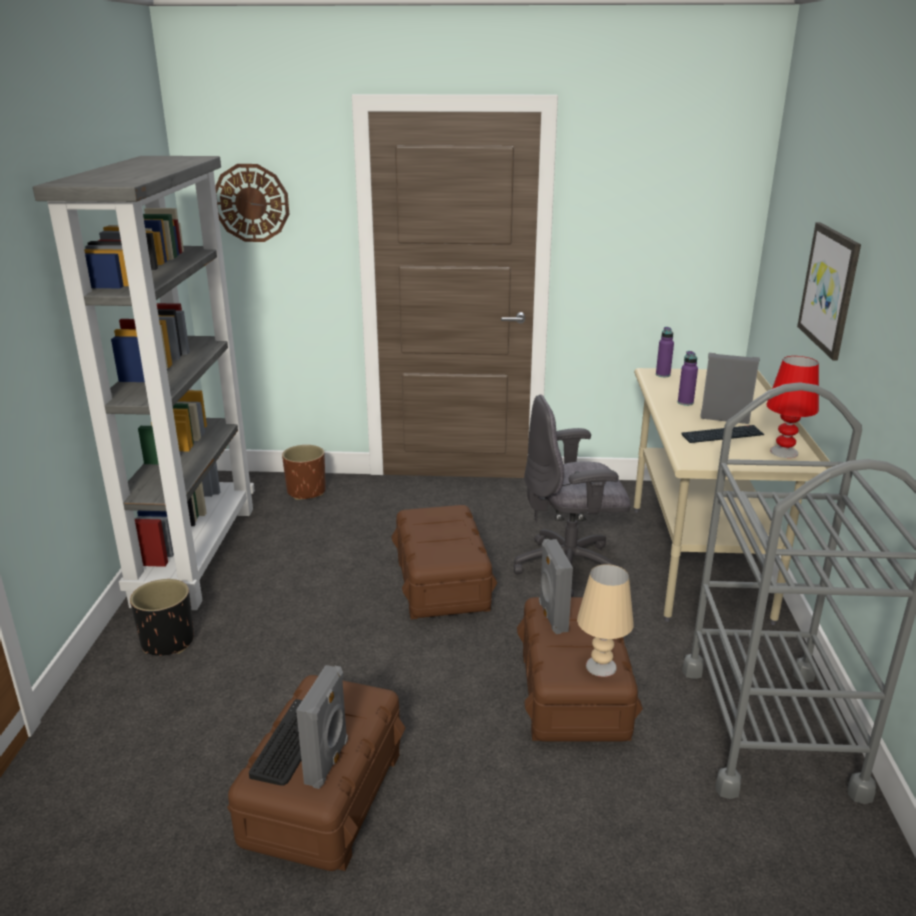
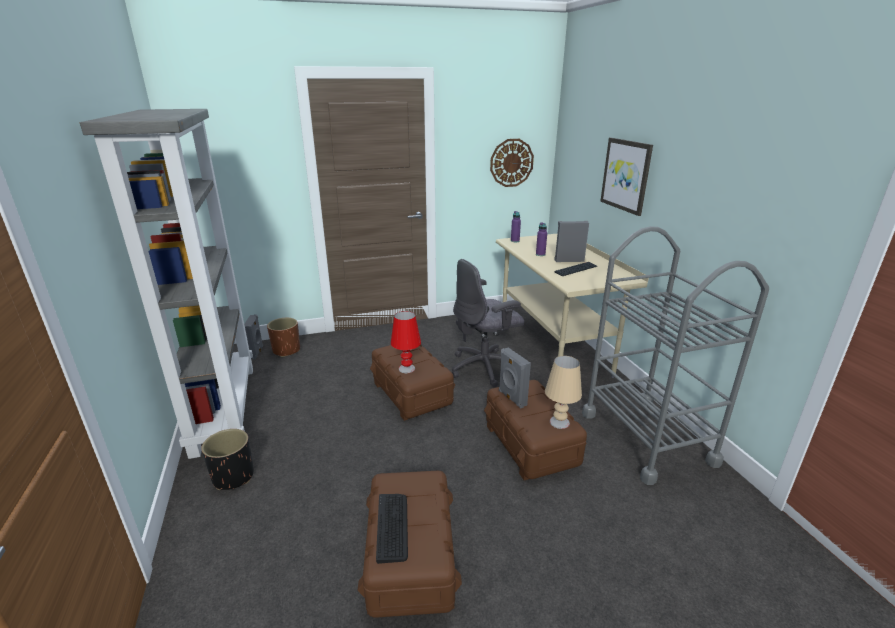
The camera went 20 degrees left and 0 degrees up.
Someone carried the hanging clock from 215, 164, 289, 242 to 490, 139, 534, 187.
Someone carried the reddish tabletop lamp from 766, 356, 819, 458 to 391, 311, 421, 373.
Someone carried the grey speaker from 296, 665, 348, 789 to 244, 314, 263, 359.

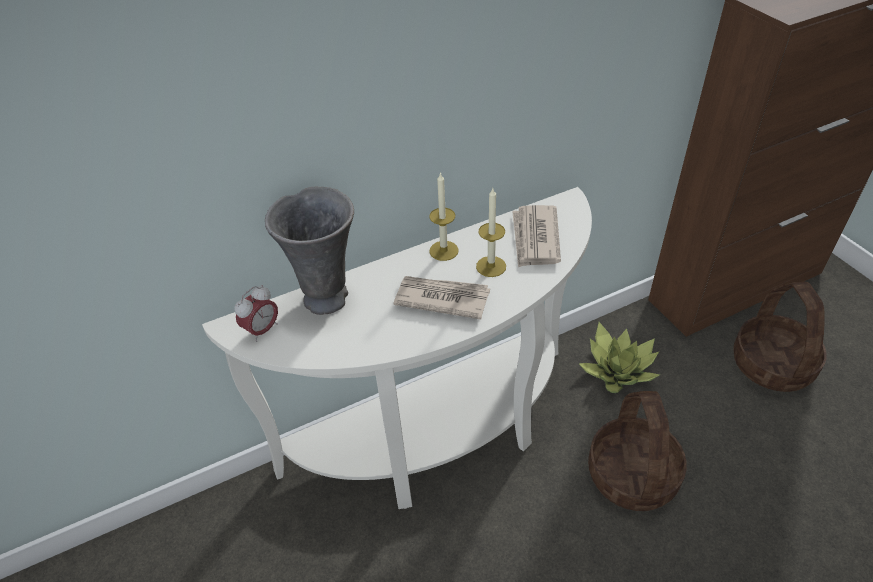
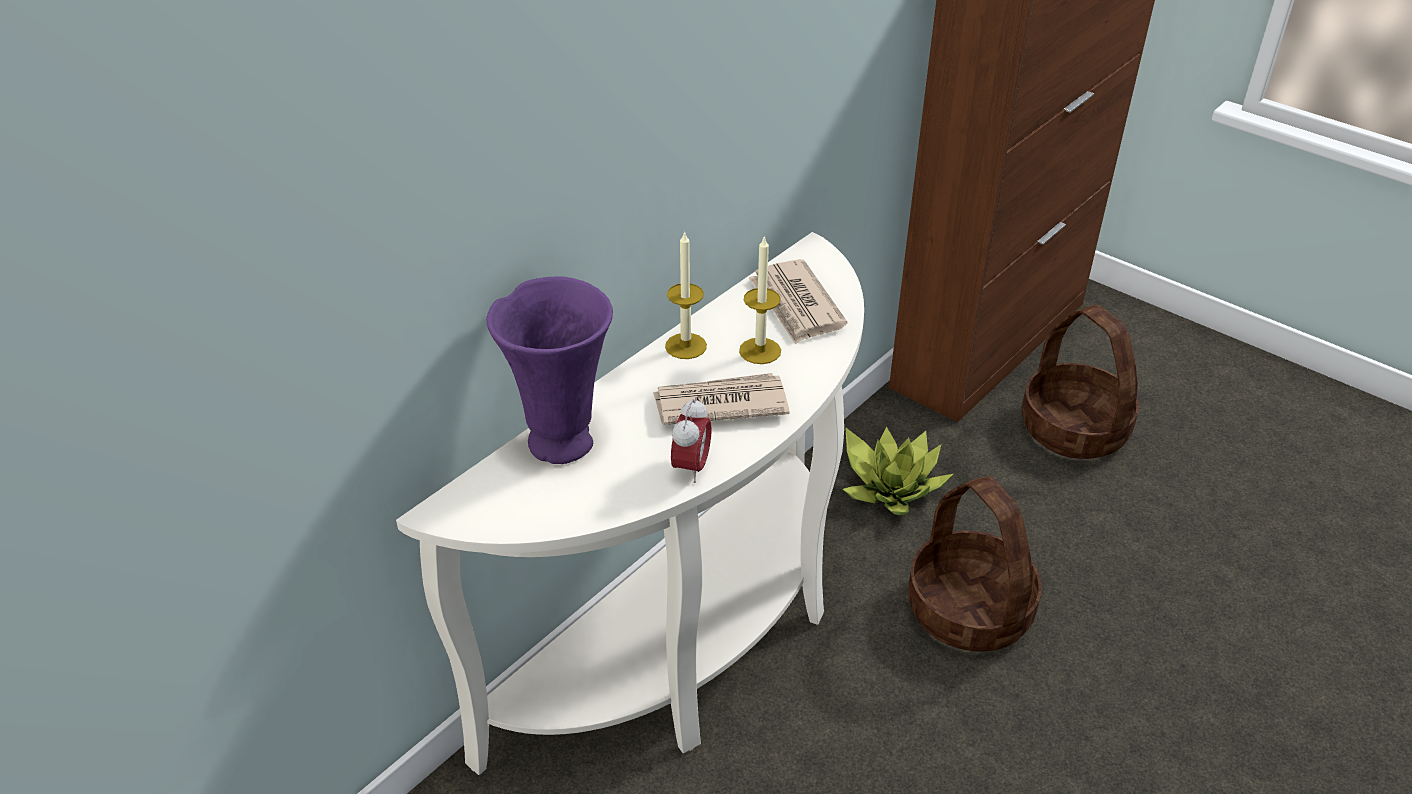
The camera went 25 degrees left and 5 degrees down.
Someone repainted the grey flower vase at 265, 187, 354, 315, which became the purple-coloured flower vase at 486, 276, 613, 464.
Someone carried the alarm clock from 234, 285, 278, 342 to 671, 397, 712, 483.

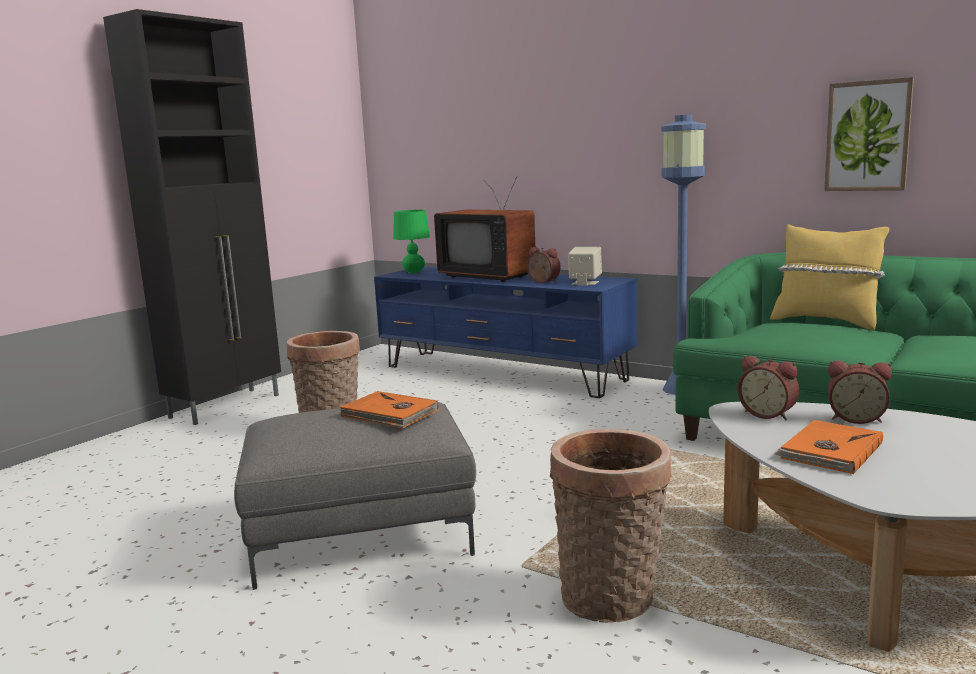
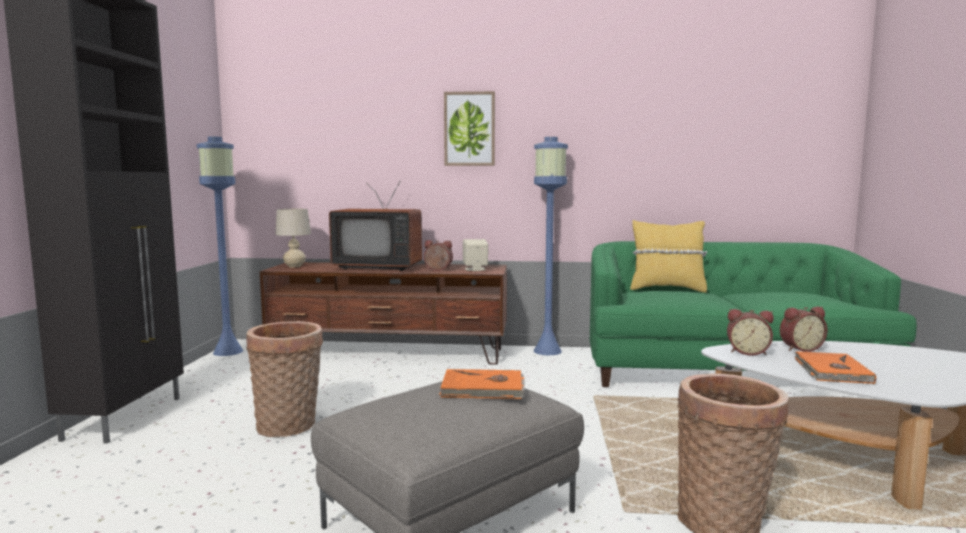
The camera went 30 degrees left and 5 degrees down.
Someone carried the wall art from 824, 77, 914, 191 to 444, 91, 495, 166.
Someone repainted the green tabletop lamp at 393, 210, 430, 273, which became the sand-coloured tabletop lamp at 275, 209, 311, 268.
Someone repainted the blue tv stand at 374, 267, 637, 398, which became the brownish tv stand at 260, 262, 507, 365.
Someone put down the blue floor lamp at 197, 137, 243, 356.

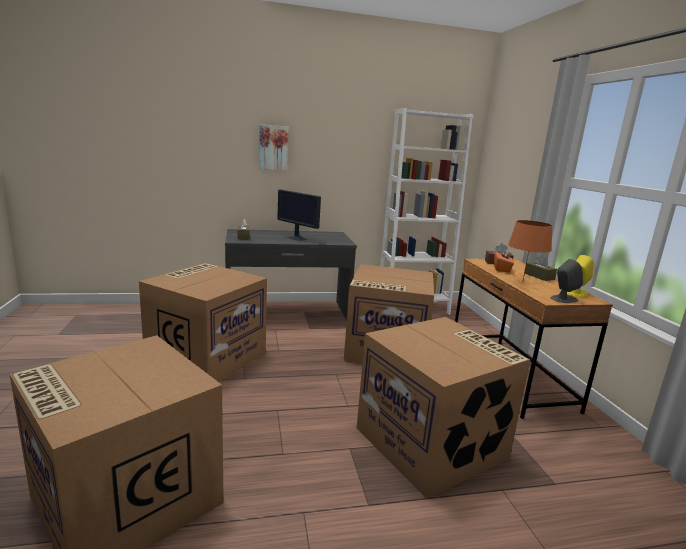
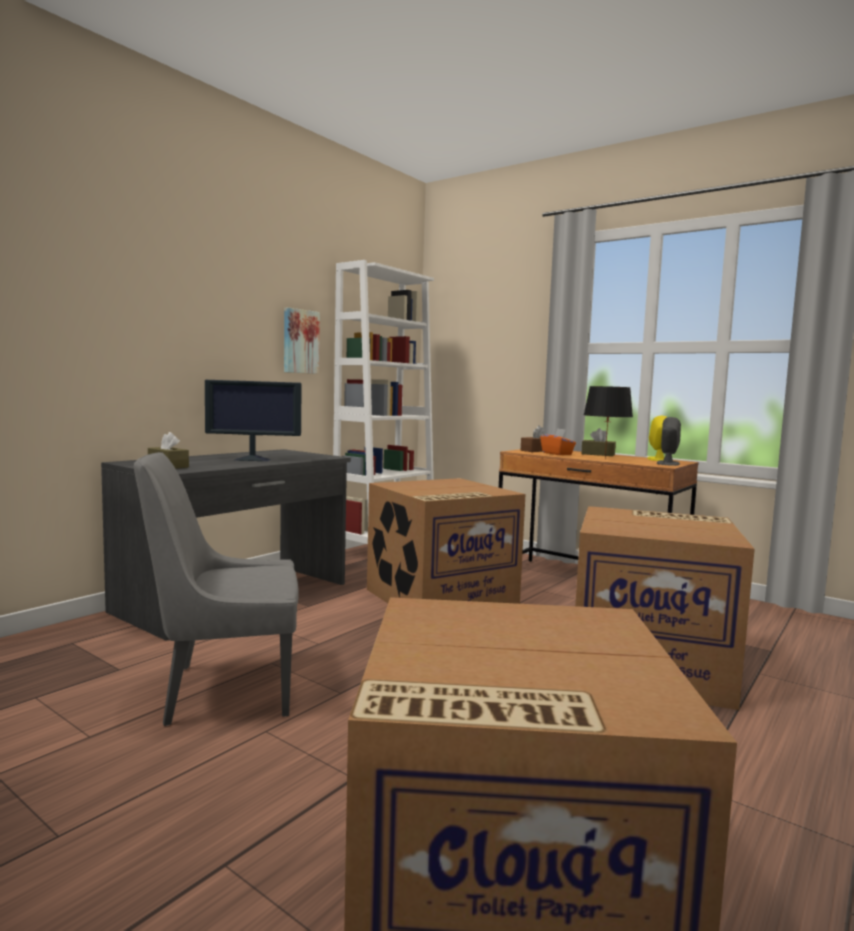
The camera went 40 degrees left and 10 degrees down.
Someone carried the wall art from 259, 124, 289, 170 to 284, 307, 320, 374.
Someone repainted the orange tabletop lamp at 508, 220, 553, 283, which became the black tabletop lamp at 584, 386, 633, 459.
Someone swapped the packing box at 139, 263, 267, 382 for the grey chair at 134, 452, 299, 726.

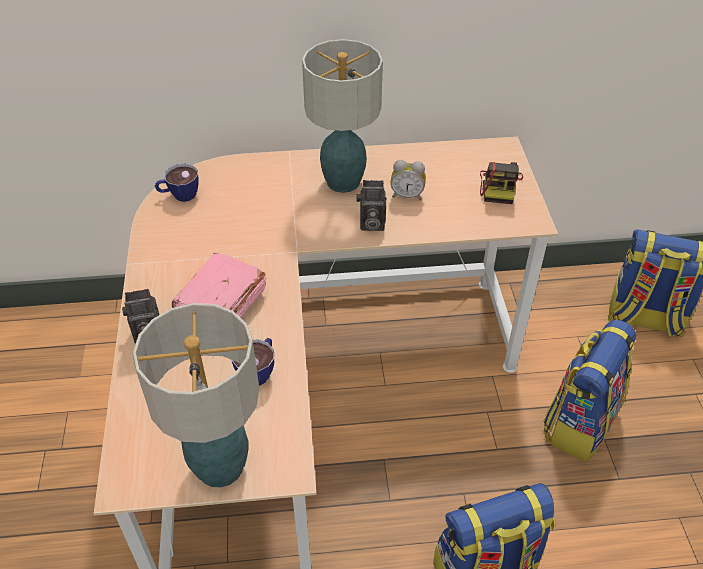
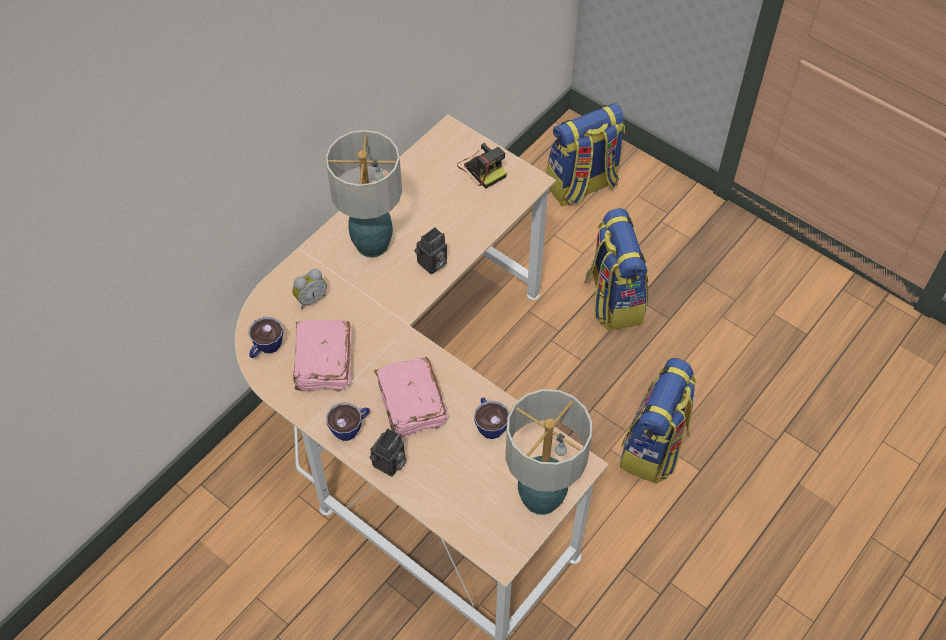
The camera went 45 degrees left and 10 degrees up.
Someone carried the alarm clock from 391, 160, 426, 201 to 292, 269, 327, 309.
Someone put down the pink-coloured book at 293, 320, 352, 391.
Someone put down the cup at 326, 402, 370, 441.

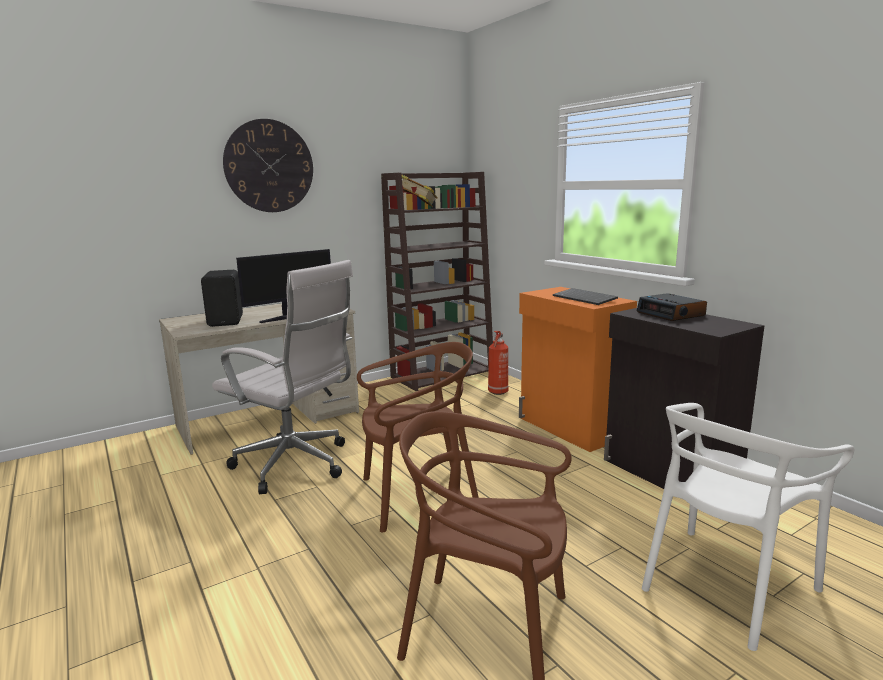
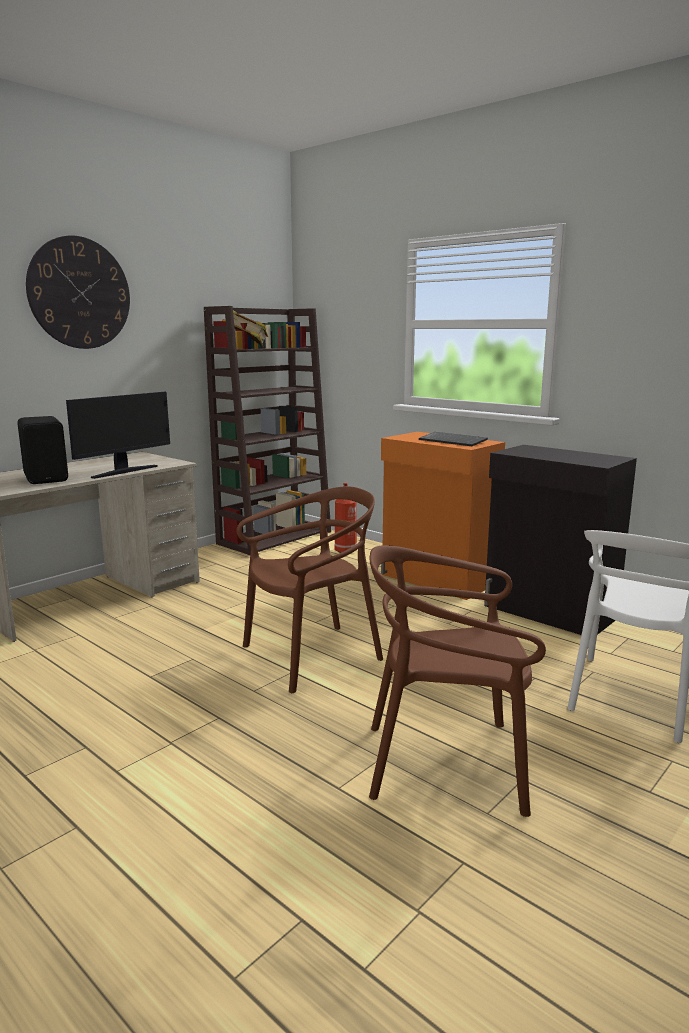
The camera went 15 degrees left and 0 degrees up.
Someone took away the white-coloured desk chair at 212, 260, 353, 494.
Someone took away the alarm clock at 637, 293, 707, 321.

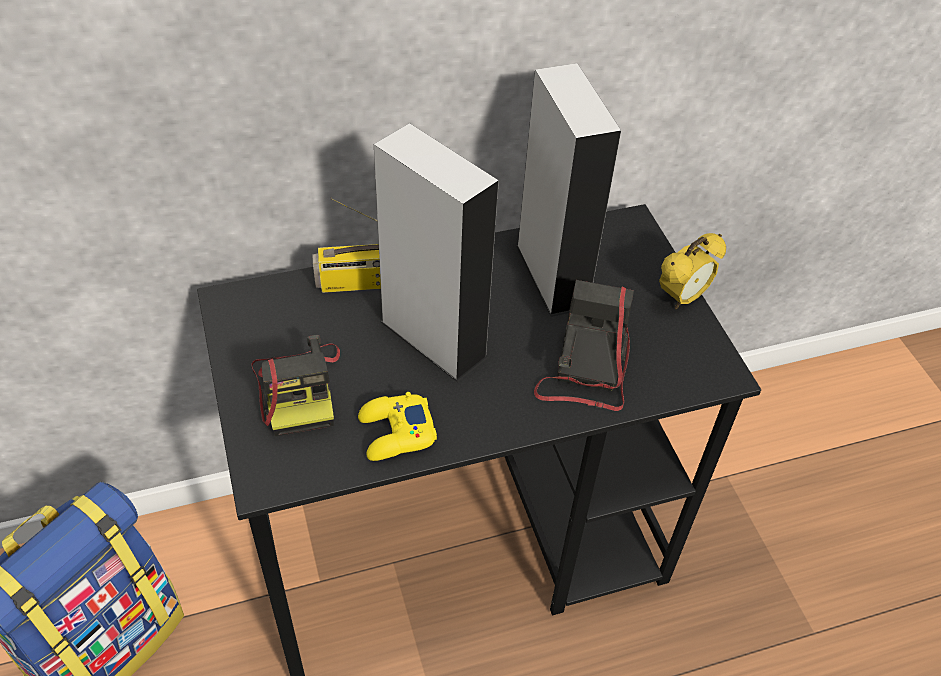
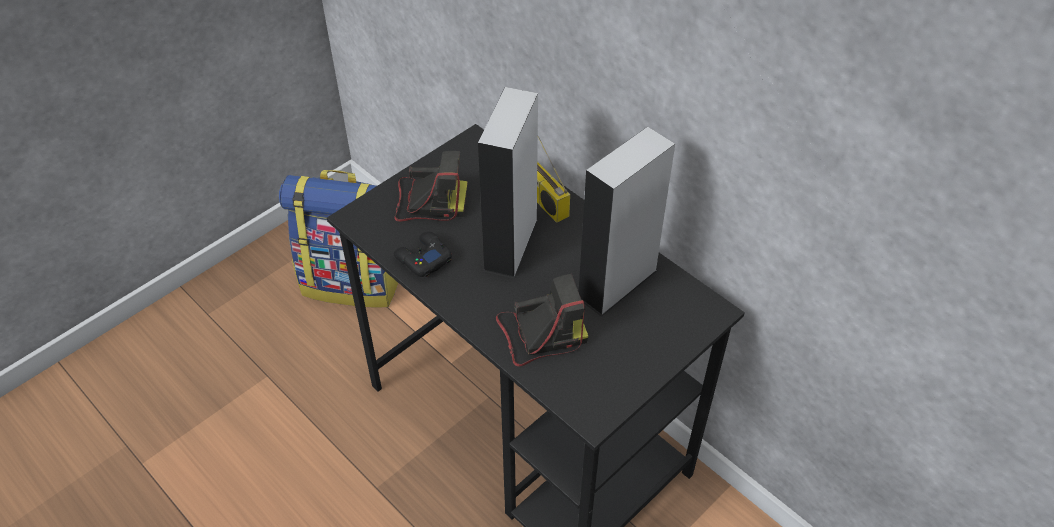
The camera went 65 degrees right and 0 degrees up.
Someone took away the alarm clock at 659, 233, 726, 309.
Someone rotated the still camera at 251, 335, 340, 437 by 135 degrees counterclockwise.
Someone repainted the yellow-coloured joypad at 358, 392, 437, 461, which became the black joypad at 394, 232, 452, 277.

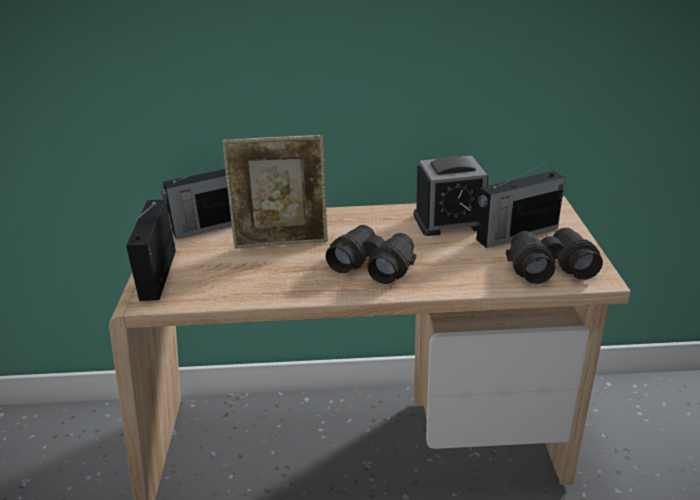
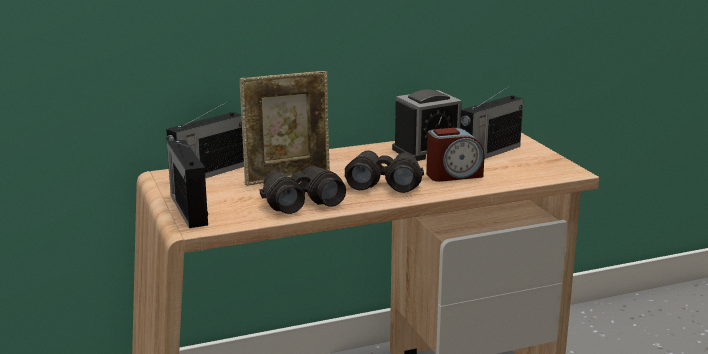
The camera went 20 degrees left and 10 degrees down.
Someone carried the black field glasses from 506, 228, 603, 284 to 260, 166, 346, 214.
Someone put down the alarm clock at 426, 128, 484, 182.

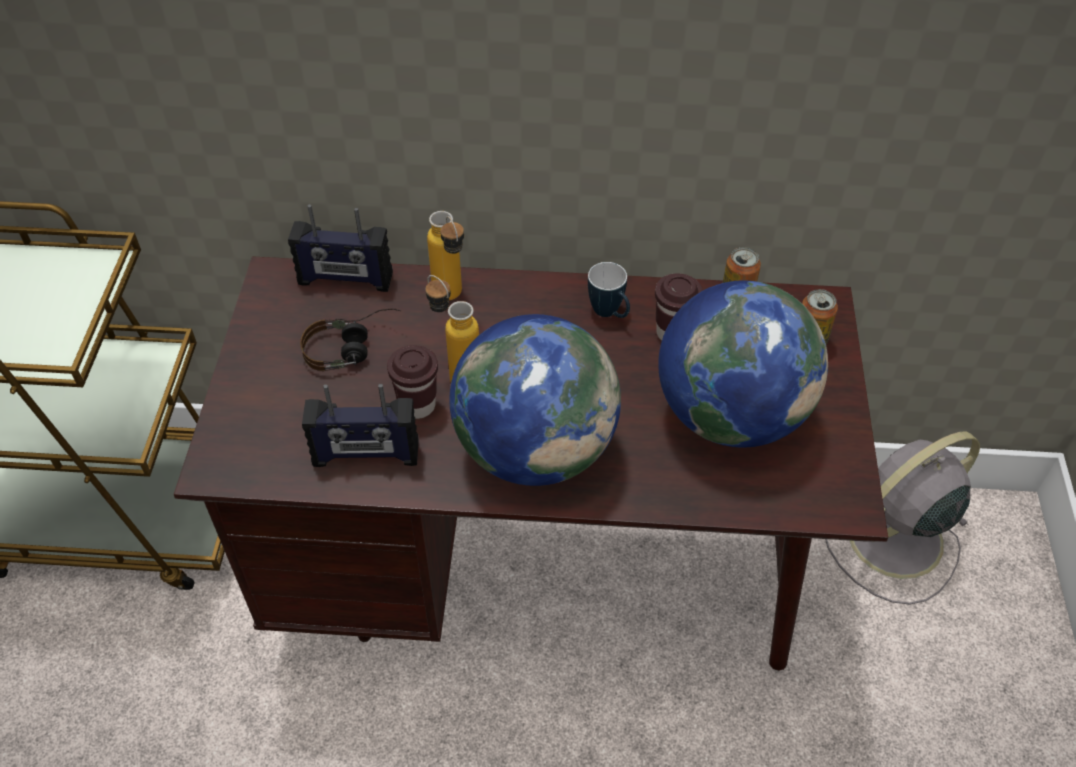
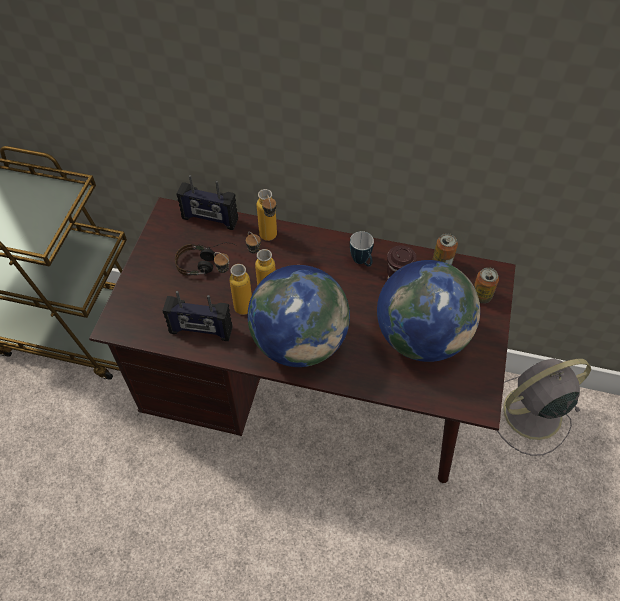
The camera went 10 degrees right and 5 degrees up.
Someone swapped the brownish cup at 387, 345, 438, 419 for the bottle at 214, 252, 252, 315.

